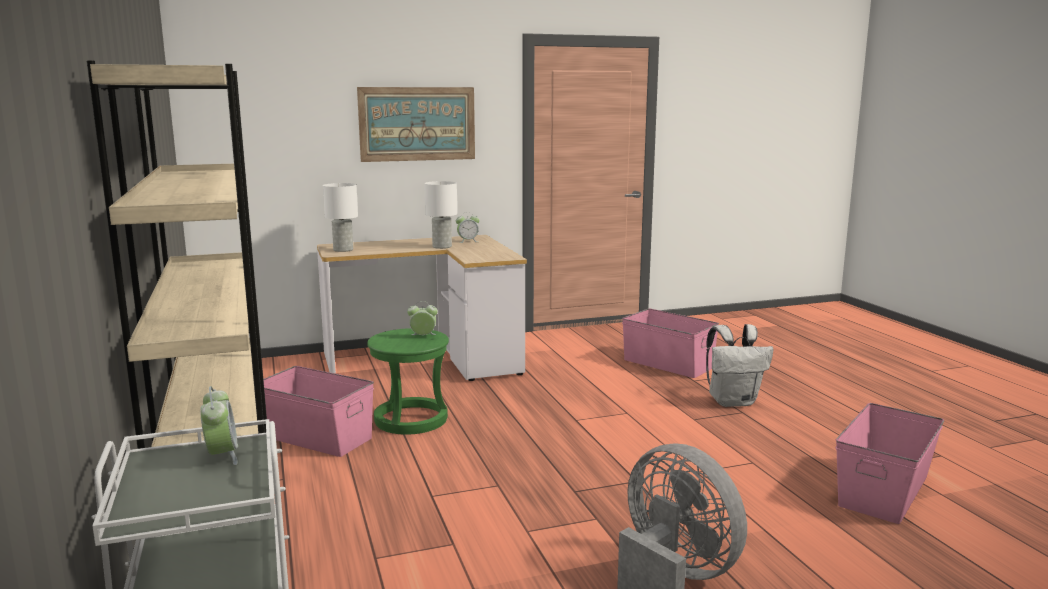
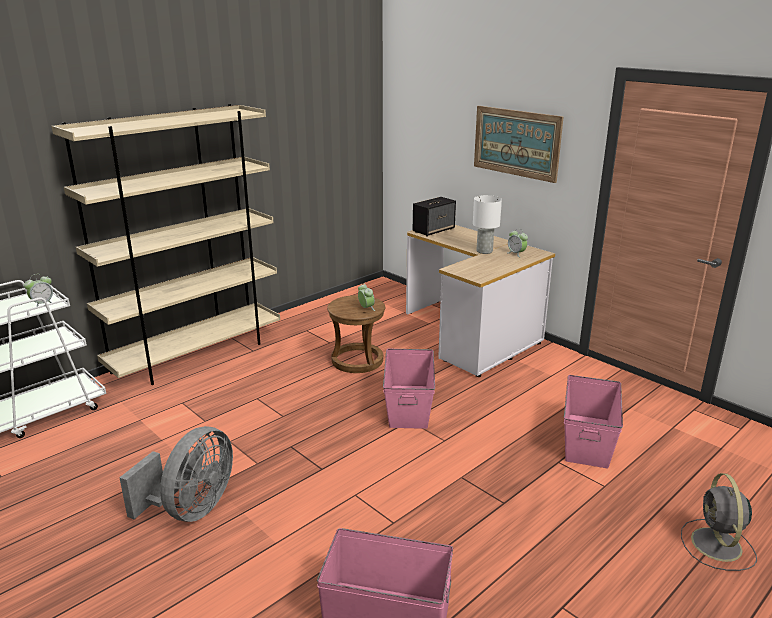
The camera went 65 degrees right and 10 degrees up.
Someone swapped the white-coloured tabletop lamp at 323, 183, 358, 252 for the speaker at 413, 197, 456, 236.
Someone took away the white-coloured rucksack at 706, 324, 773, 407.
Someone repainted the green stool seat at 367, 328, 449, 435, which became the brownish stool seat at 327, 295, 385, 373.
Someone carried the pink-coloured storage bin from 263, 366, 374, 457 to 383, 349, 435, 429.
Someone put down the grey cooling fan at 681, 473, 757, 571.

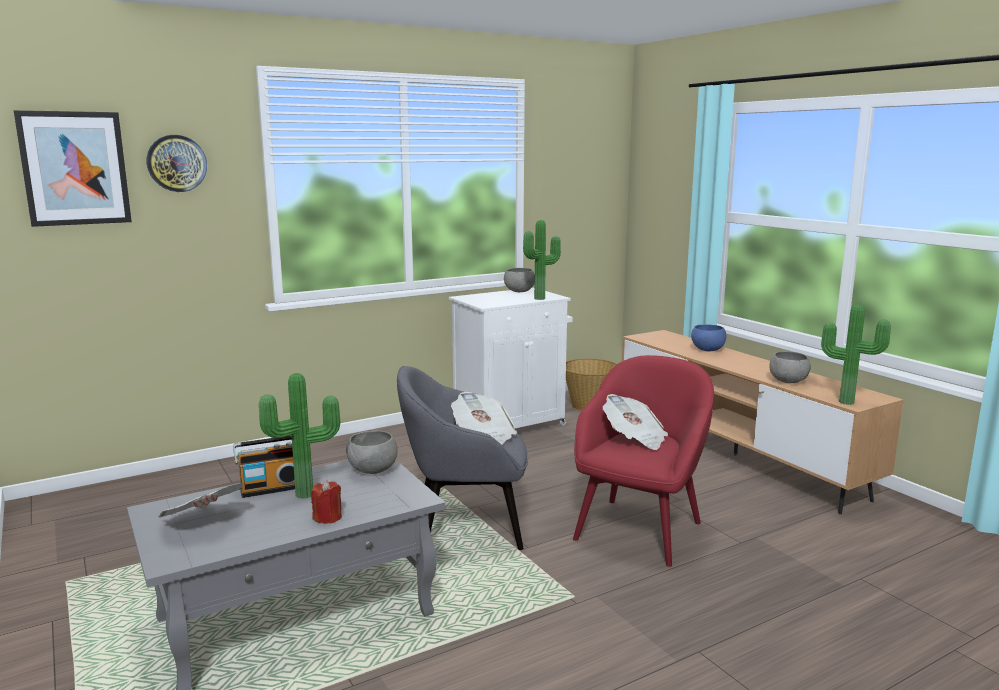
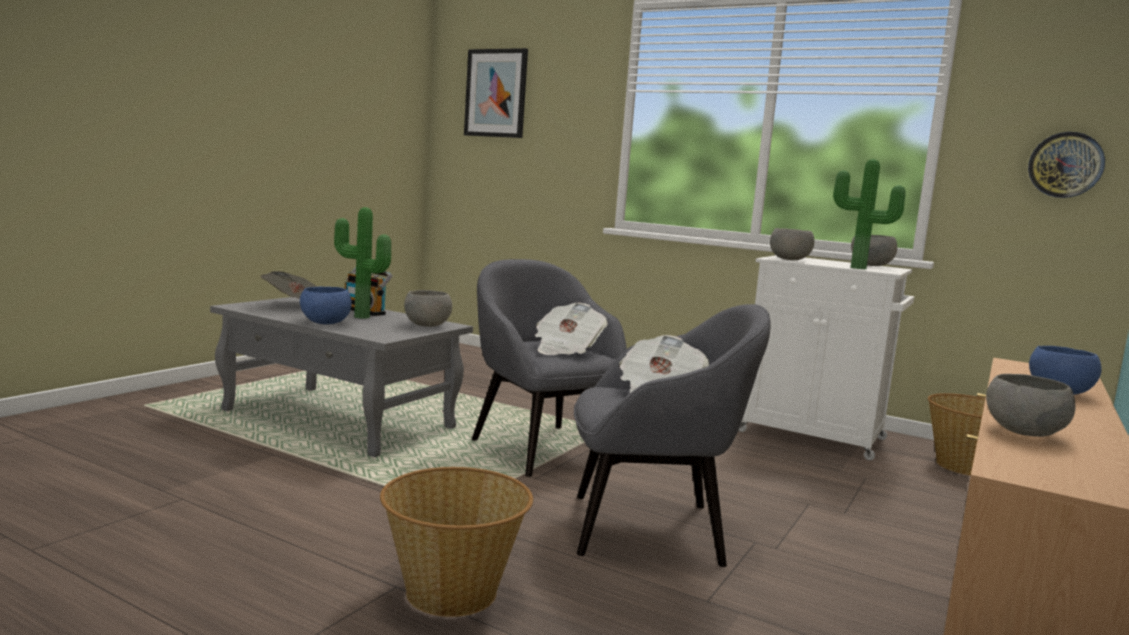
The camera went 60 degrees right and 5 degrees down.
Someone carried the hanging clock from 147, 135, 207, 192 to 1028, 132, 1105, 198.
Someone took away the potted plant at 821, 305, 891, 405.
Someone repainted the reddish lounge chair at 573, 355, 714, 567, which became the grey lounge chair at 574, 304, 771, 567.
Someone swapped the reddish candle at 311, 480, 342, 524 for the blue serving bowl at 300, 287, 352, 324.
Someone put down the grey serving bowl at 770, 228, 815, 260.
Someone put down the basket at 380, 467, 533, 617.

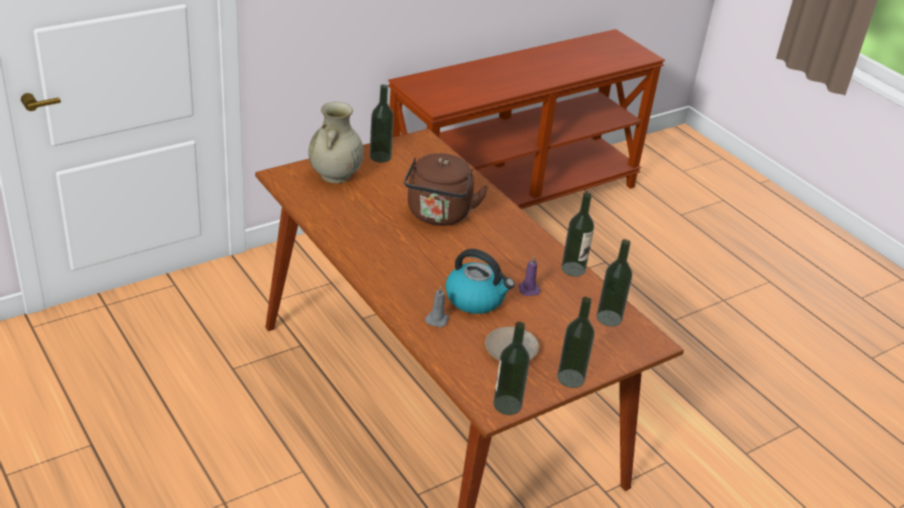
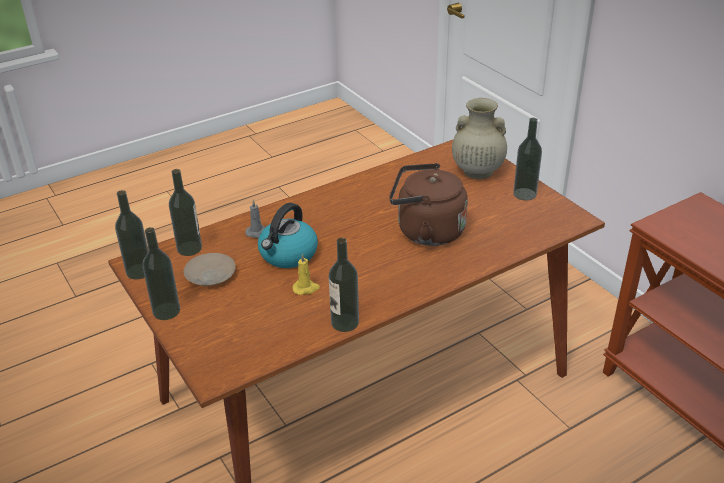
The camera went 95 degrees right and 0 degrees up.
Someone carried the bottle from 596, 239, 632, 327 to 169, 169, 202, 256.
Someone repainted the purple-coloured candle at 518, 256, 541, 296, which became the yellow-coloured candle at 292, 253, 320, 295.

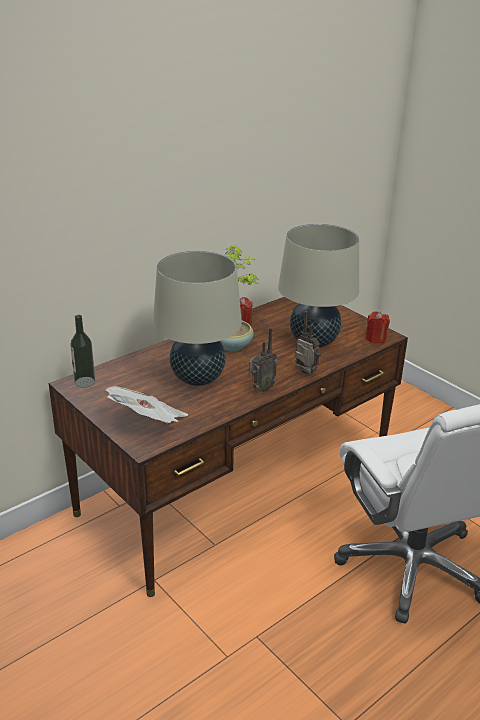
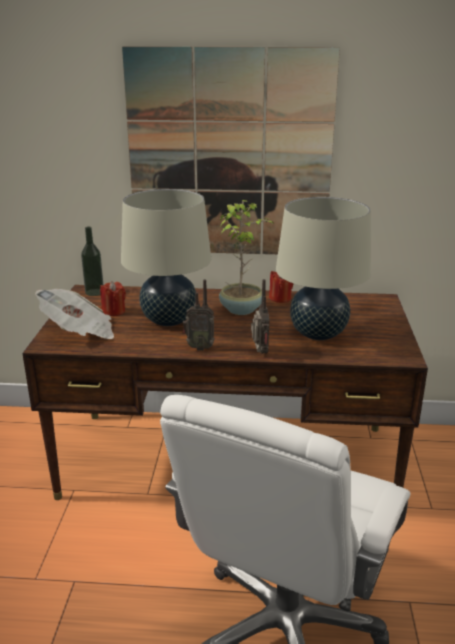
The camera went 45 degrees right and 5 degrees down.
Someone carried the reddish candle from 365, 311, 390, 344 to 100, 281, 126, 316.
Someone put up the wall art at 122, 46, 340, 254.

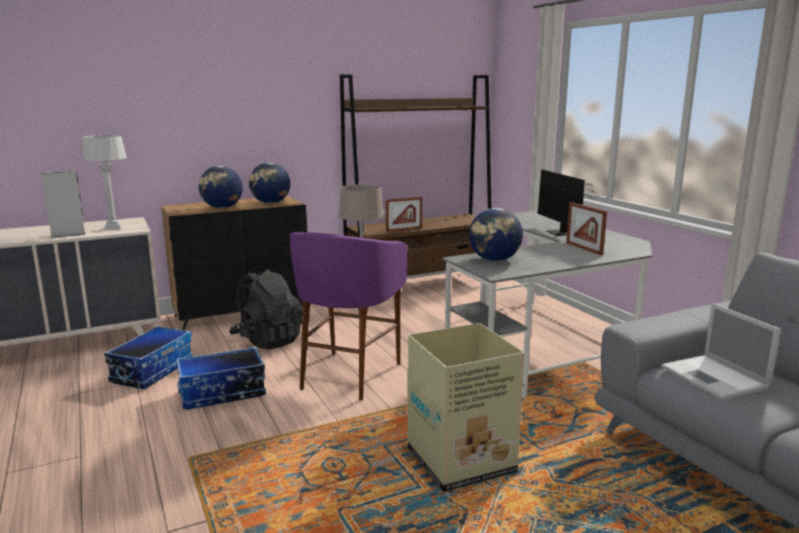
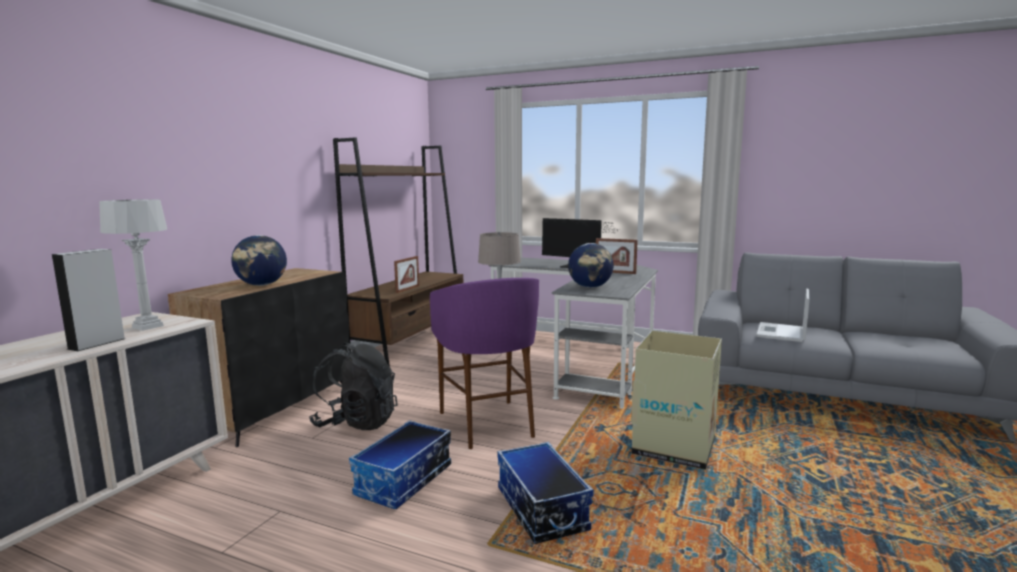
The camera went 40 degrees left and 5 degrees down.
Someone took away the world globe at 249, 163, 290, 204.
Someone rotated the laptop at 661, 303, 781, 400 by 90 degrees clockwise.
Someone carried the storage bin from 104, 326, 193, 389 to 497, 442, 594, 544.

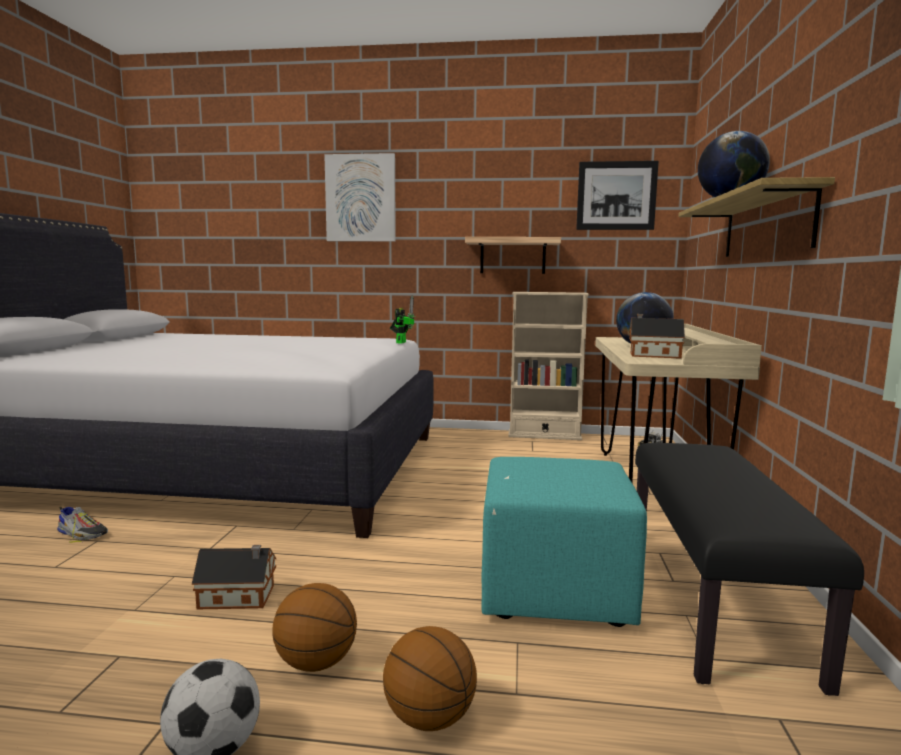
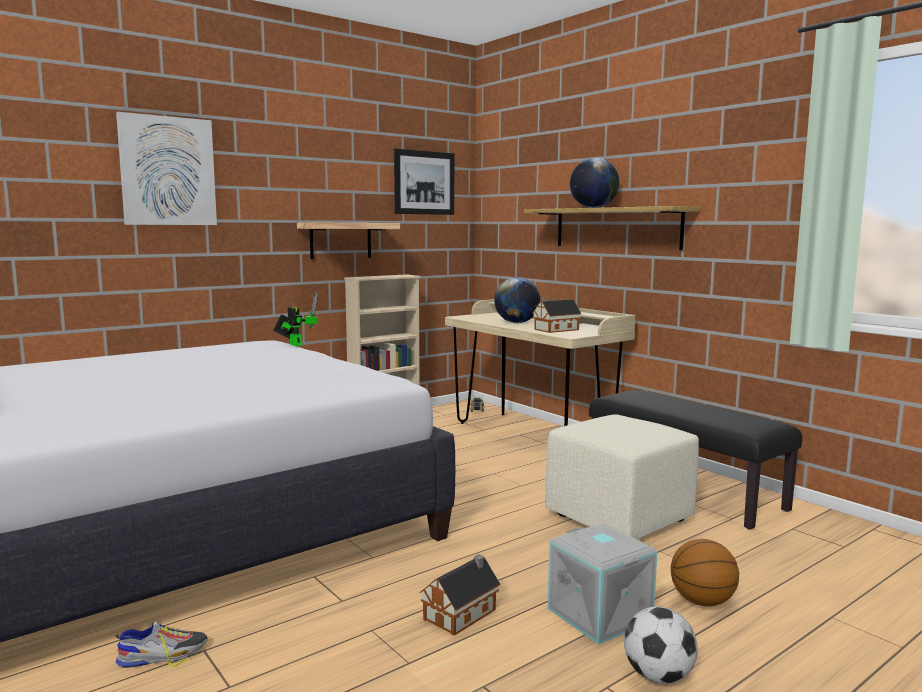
The camera went 45 degrees left and 0 degrees up.
Someone repainted the turquoise ottoman at 481, 457, 647, 627, which became the sand-coloured ottoman at 545, 414, 699, 539.
Someone swapped the basketball at 272, 583, 357, 672 for the grey storage bin at 548, 523, 658, 644.

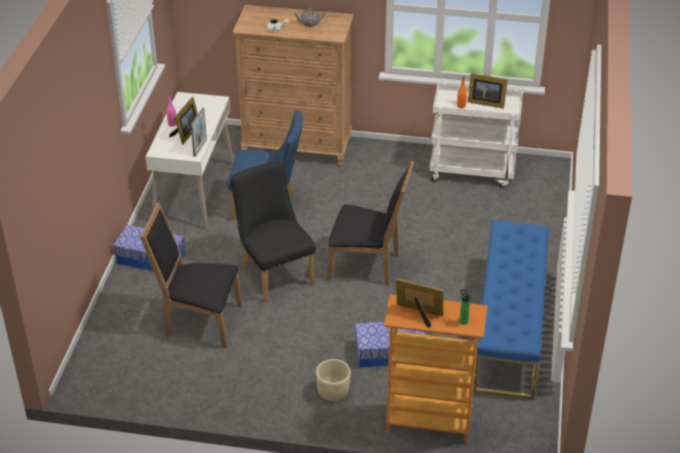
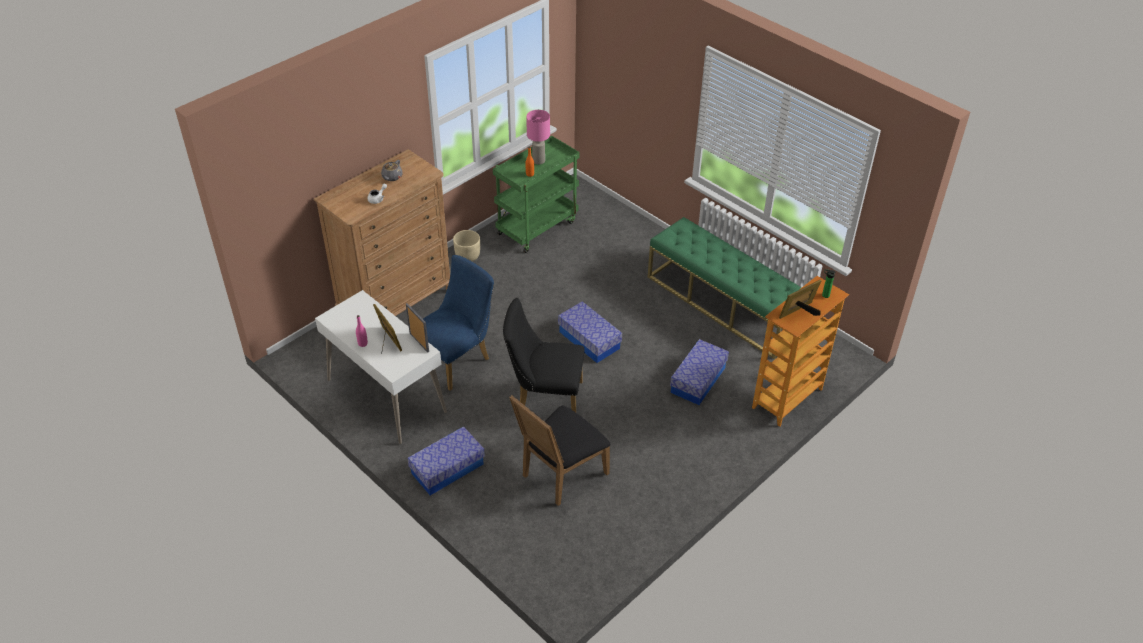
The camera went 55 degrees left and 5 degrees up.
Someone swapped the standing frame at 468, 73, 508, 109 for the pink-coloured tabletop lamp at 526, 110, 550, 165.
Someone repainted the white-coloured wheeled cart at 430, 83, 523, 188, which became the green wheeled cart at 493, 136, 579, 253.
Someone swapped the black chair at 327, 160, 415, 286 for the storage bin at 558, 301, 622, 363.
Someone repainted the blue bench at 473, 220, 549, 399, which became the green bench at 648, 217, 802, 359.
Someone carried the sand-coloured flower pot from 316, 359, 350, 401 to 453, 230, 480, 261.

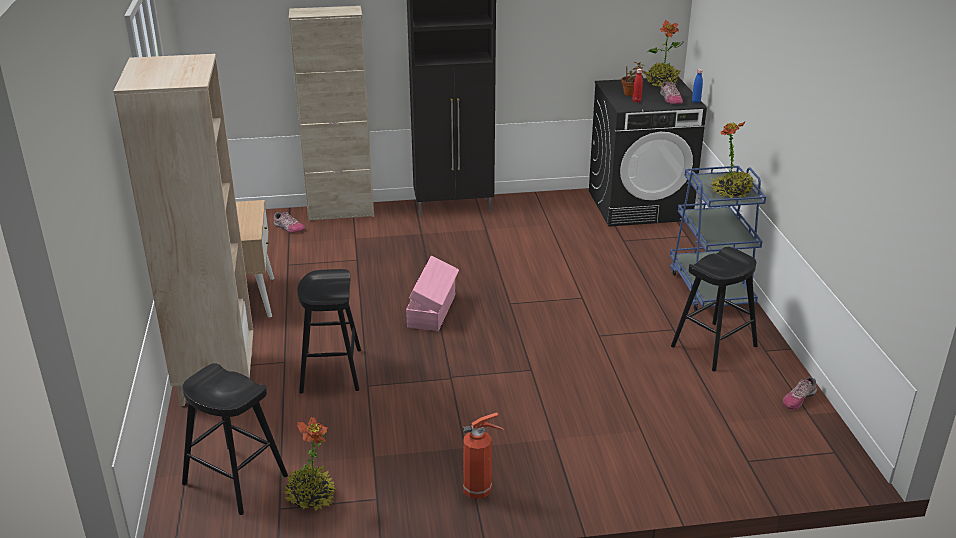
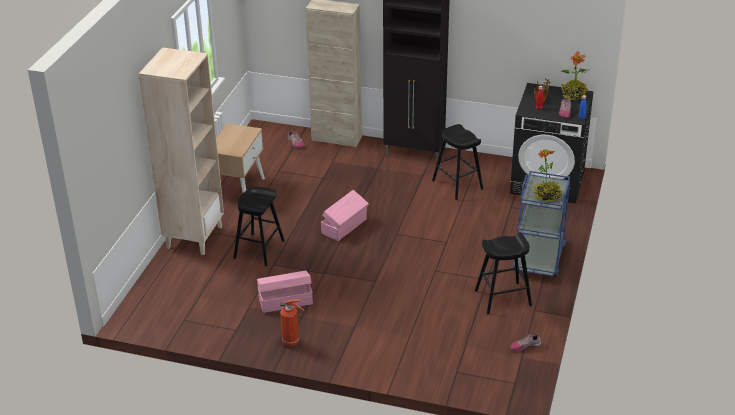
The camera went 25 degrees right and 5 degrees up.
Someone carried the black stool seat from 182, 363, 288, 515 to 432, 124, 483, 200.
Someone took away the potted plant at 283, 417, 336, 511.
Someone put down the pink-coloured storage bin at 257, 271, 313, 313.

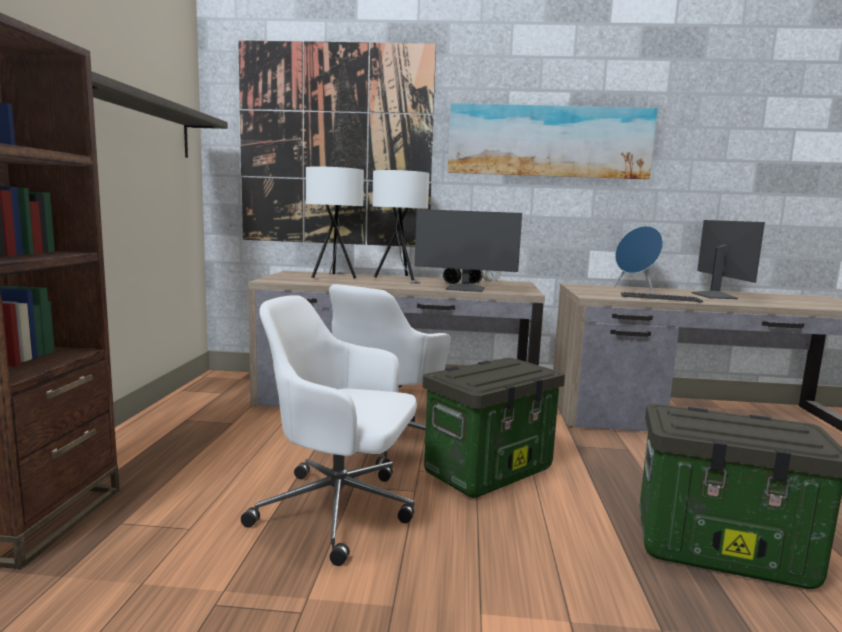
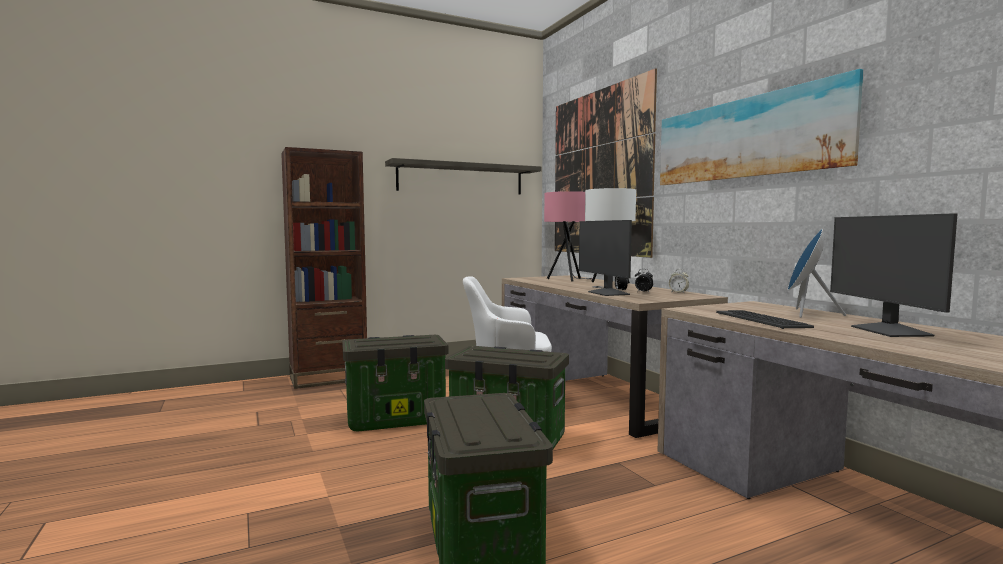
The camera went 60 degrees right and 5 degrees down.
Someone repainted the white-coloured tabletop lamp at 306, 166, 364, 279, which became the pink-coloured tabletop lamp at 544, 191, 592, 282.
Someone rotated the computer screen at 691, 220, 765, 299 by 120 degrees clockwise.
Someone swapped the white-coloured desk chair at 241, 295, 417, 566 for the storage bin at 342, 335, 448, 432.

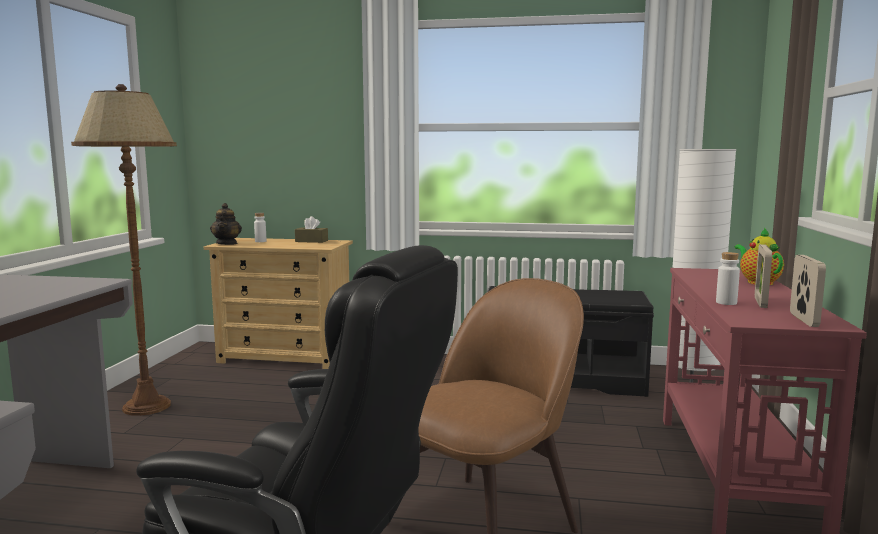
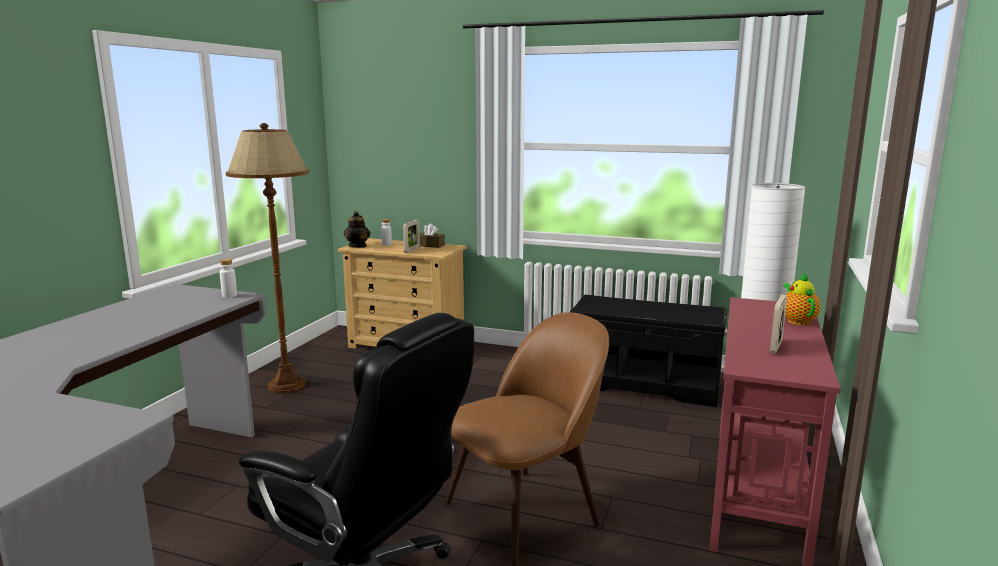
The camera went 10 degrees right and 5 degrees up.
Someone carried the white-coloured bottle from 716, 252, 740, 305 to 219, 259, 237, 298.
Someone carried the standing frame from 790, 255, 826, 327 to 403, 220, 420, 253.

